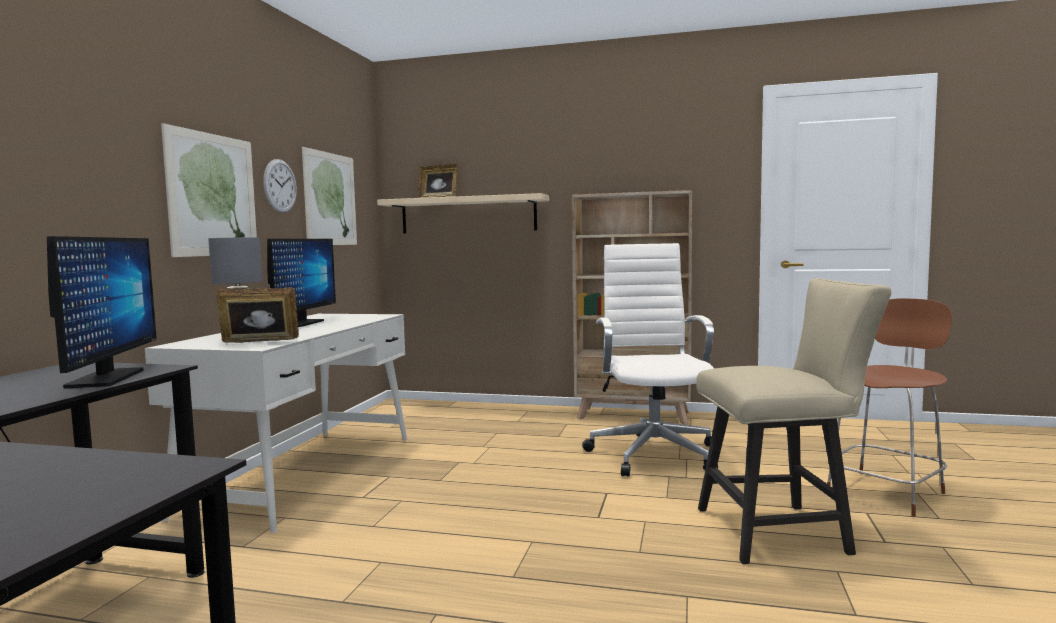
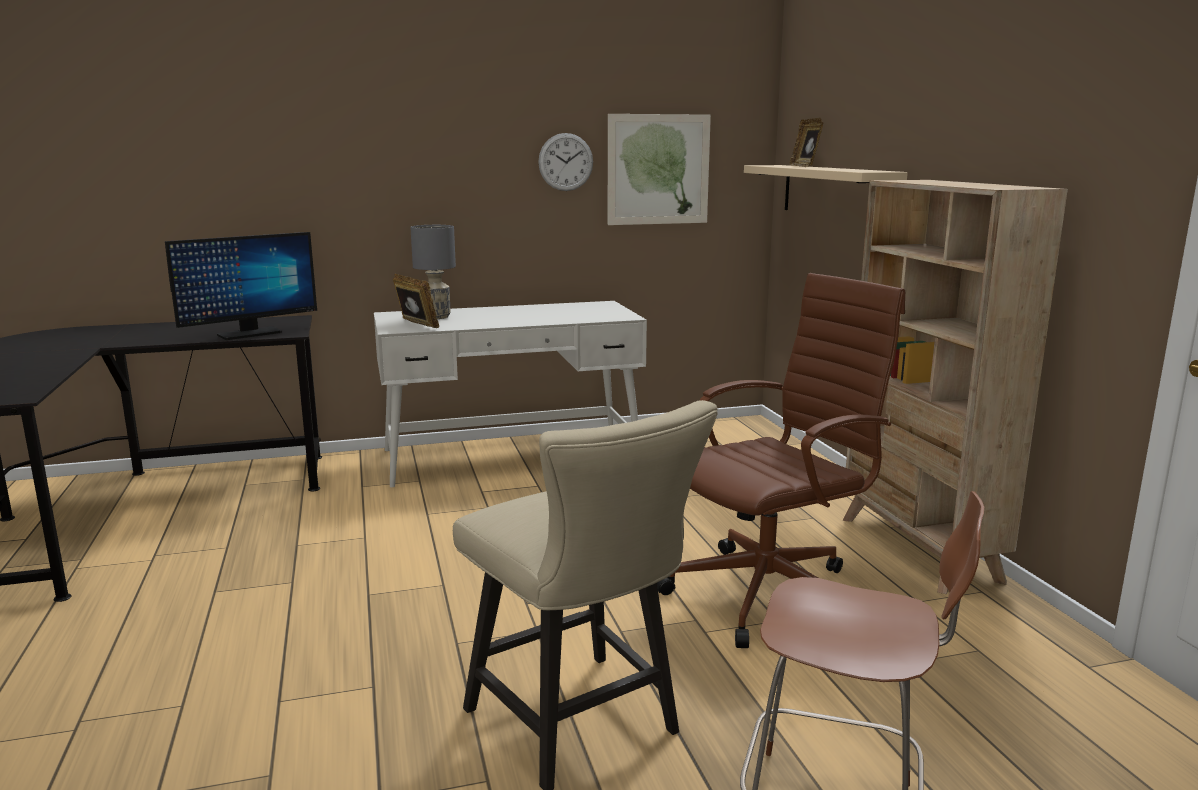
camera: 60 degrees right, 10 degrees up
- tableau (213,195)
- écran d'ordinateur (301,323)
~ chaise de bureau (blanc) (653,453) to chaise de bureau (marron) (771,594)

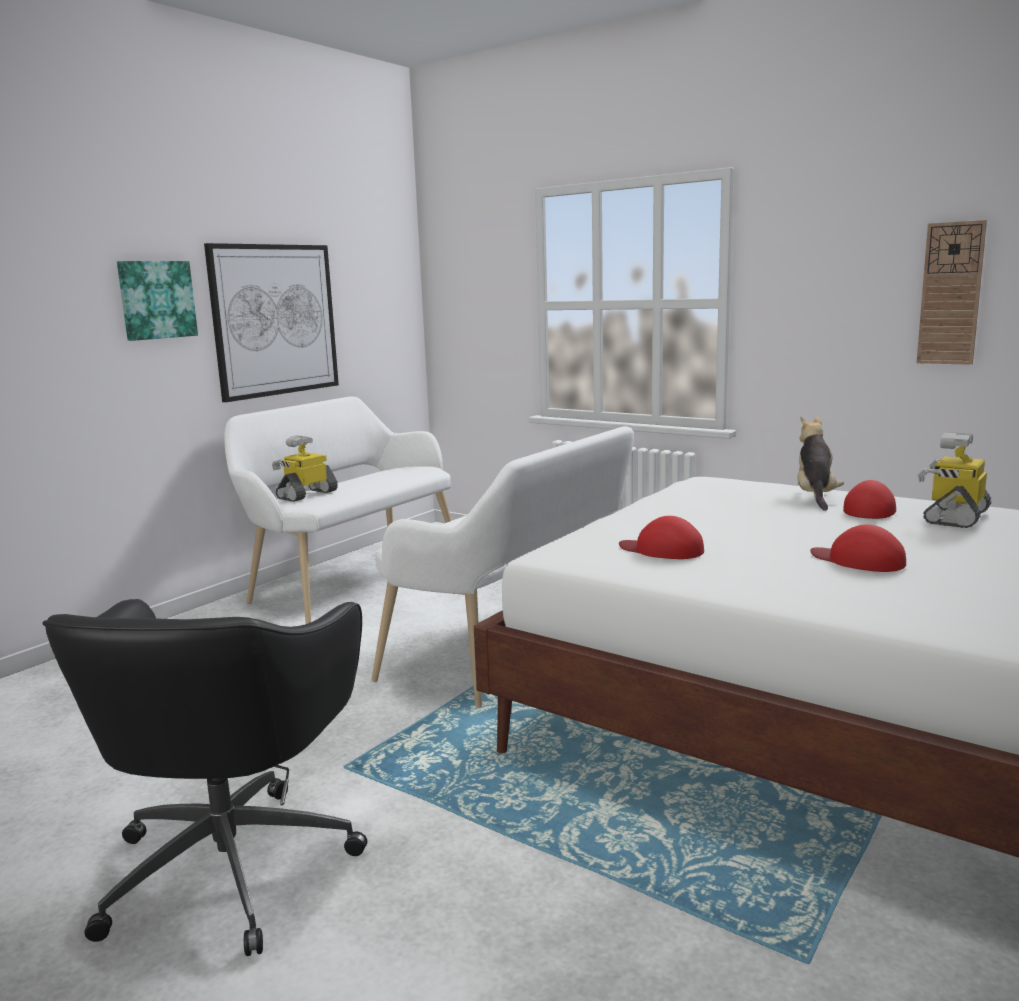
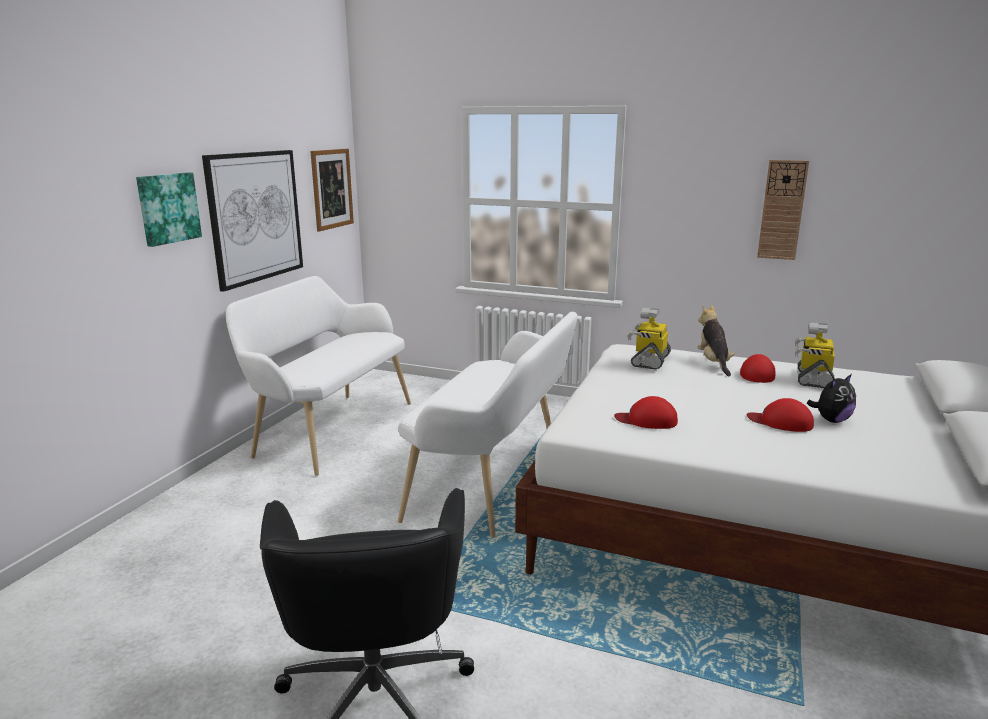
camera: 15 degrees left, 5 degrees up
~ robot jouet (307,495) to (649,360)
+ tableau (332,189)
+ peluche (831,420)

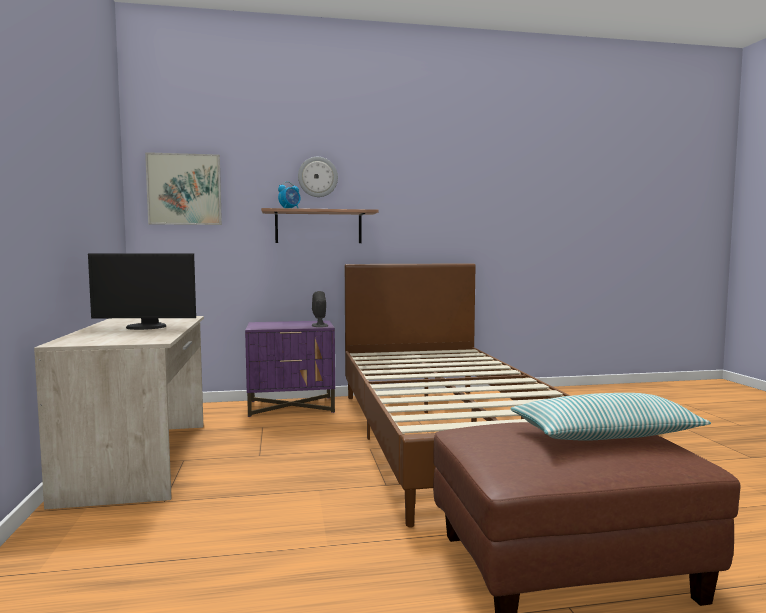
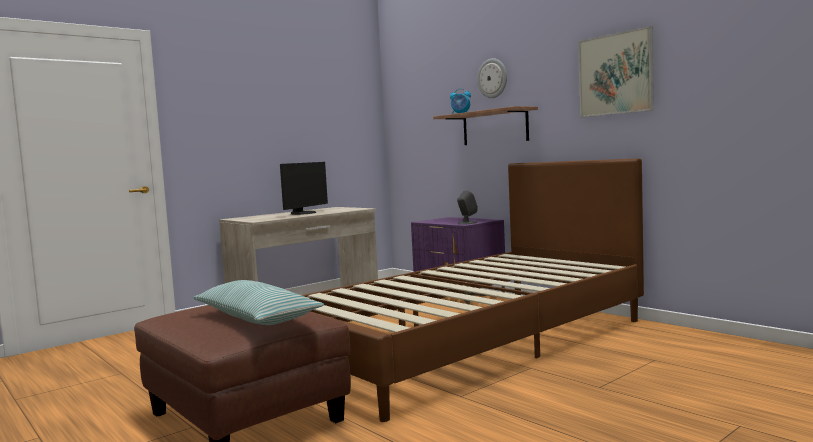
camera: 60 degrees right, 0 degrees up
~ écran d'ordinateur (145,327) = (304,213) 120 degrees counterclockwise
~ tableau (184,189) to (615,74)

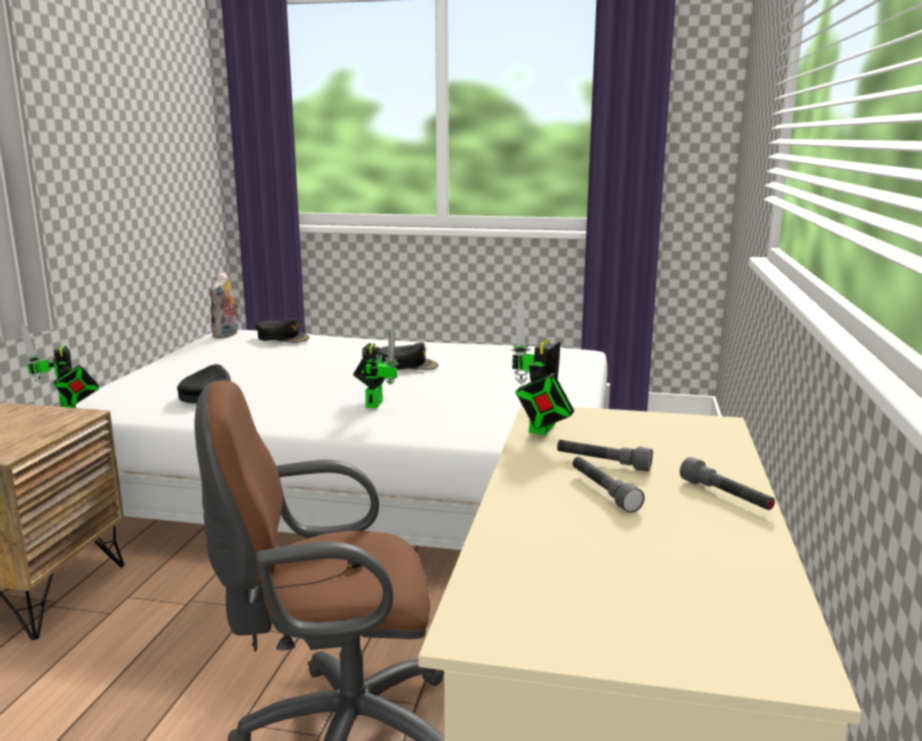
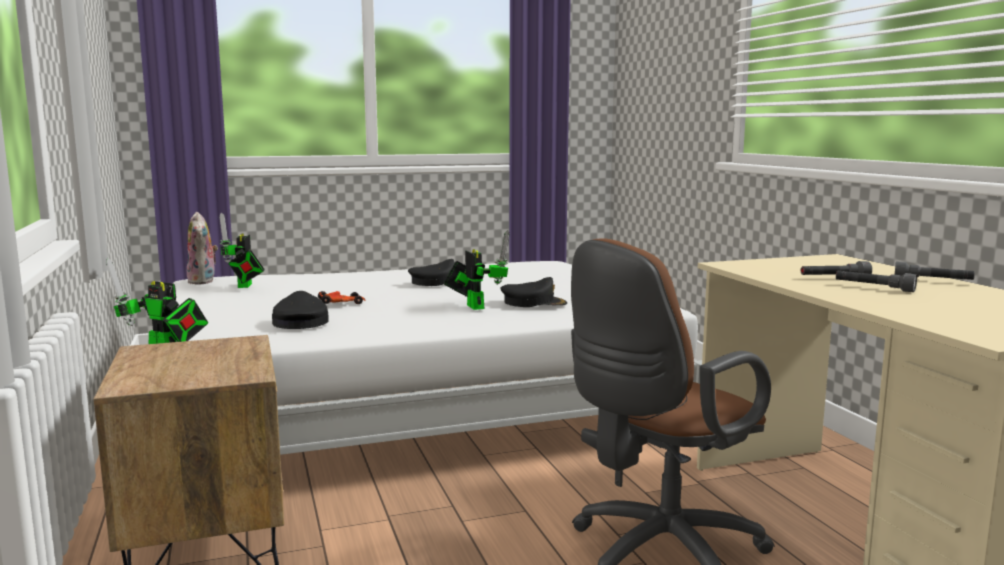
camera: 30 degrees left, 5 degrees down
~ casquette (noir) (282,337) to (533,302)
~ robot jouet (540,430) to (244,286)
+ petite voiture (342,303)

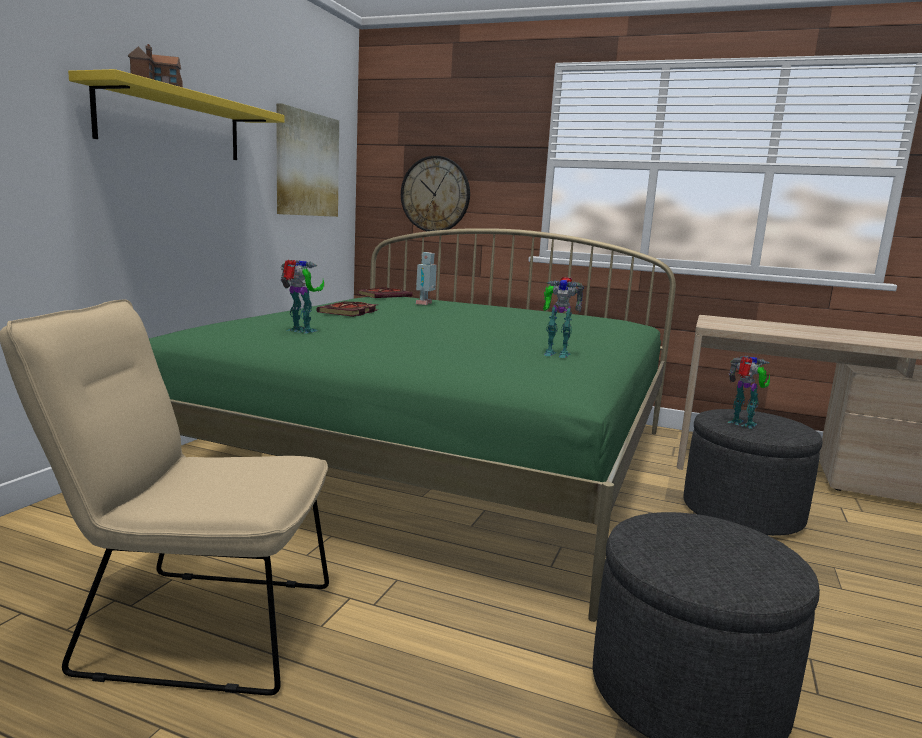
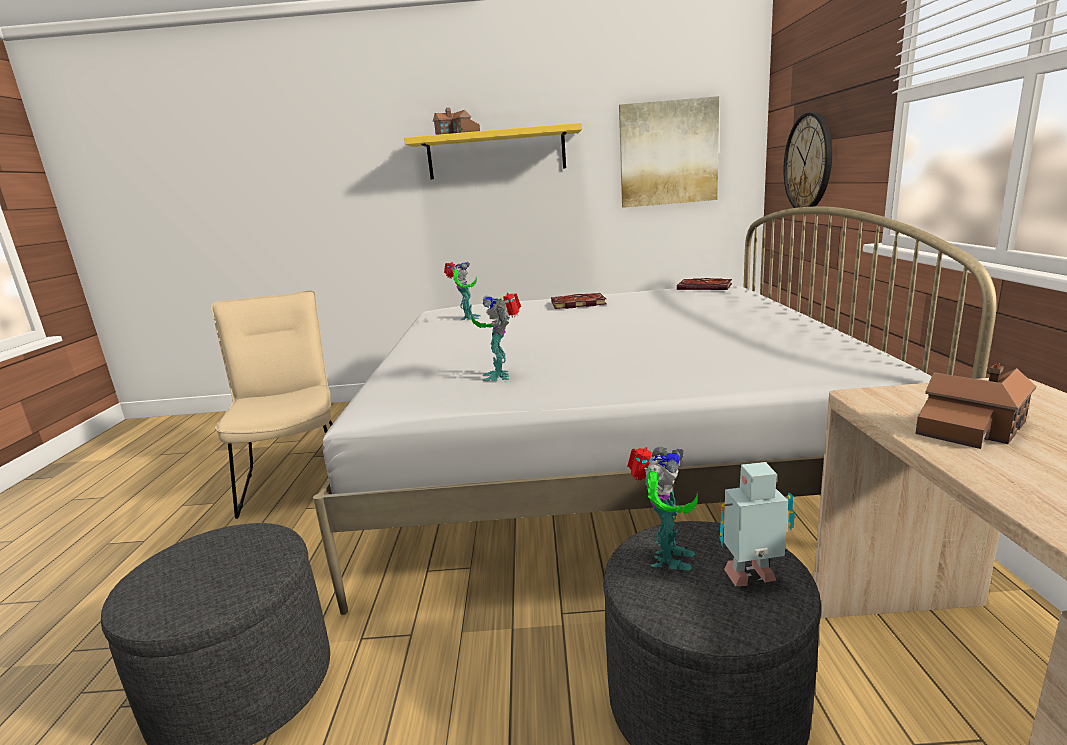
camera: 70 degrees right, 5 degrees up
~ lit (vert) (439,458) to lit (blanc) (606,461)
~ robot jouet (425,304) to (753,578)
+ maison miniature (972,428)

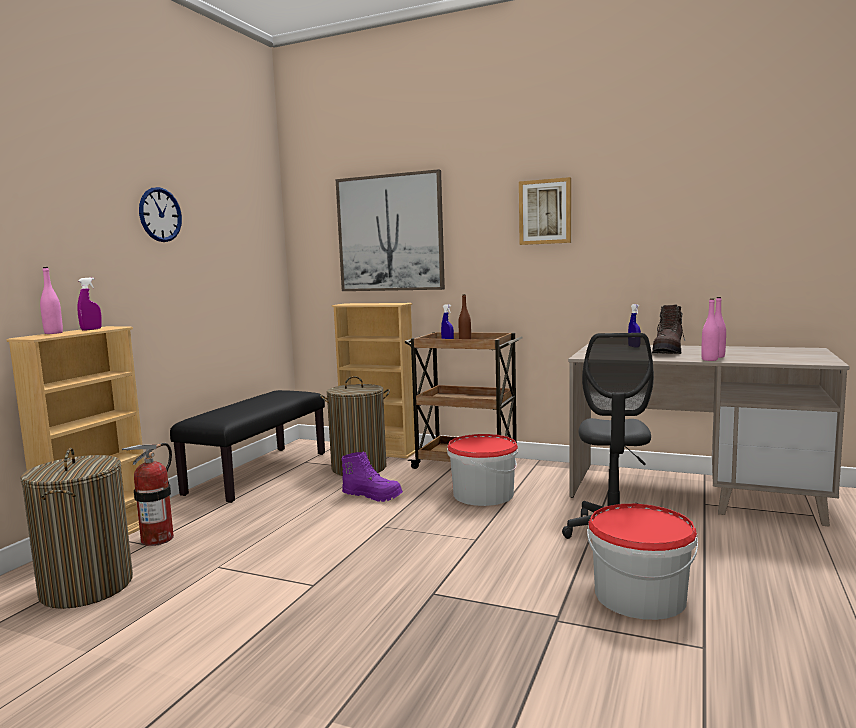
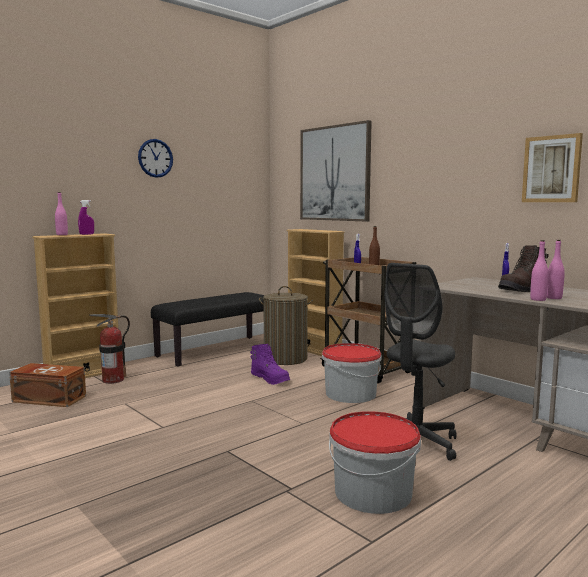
camera: 25 degrees right, 0 degrees up
~ panier à linge (86,587) to boîte de rangement (marron) (49,398)
~ tableau (545,212) to (552,169)

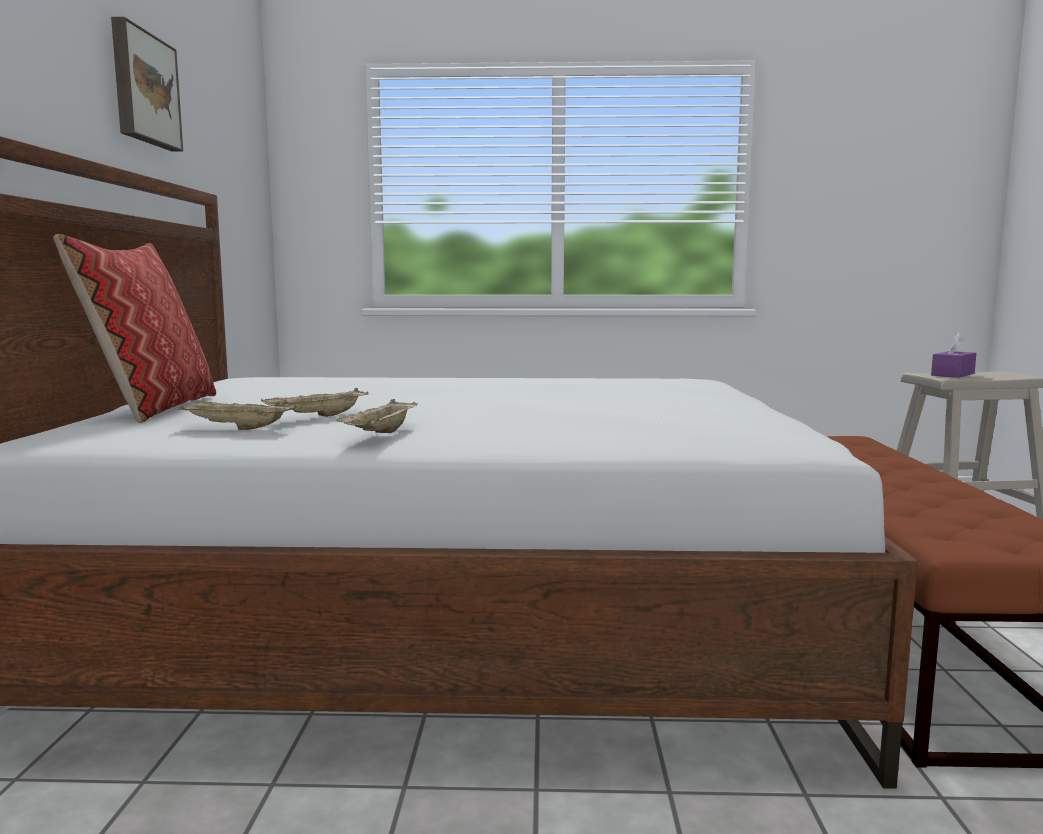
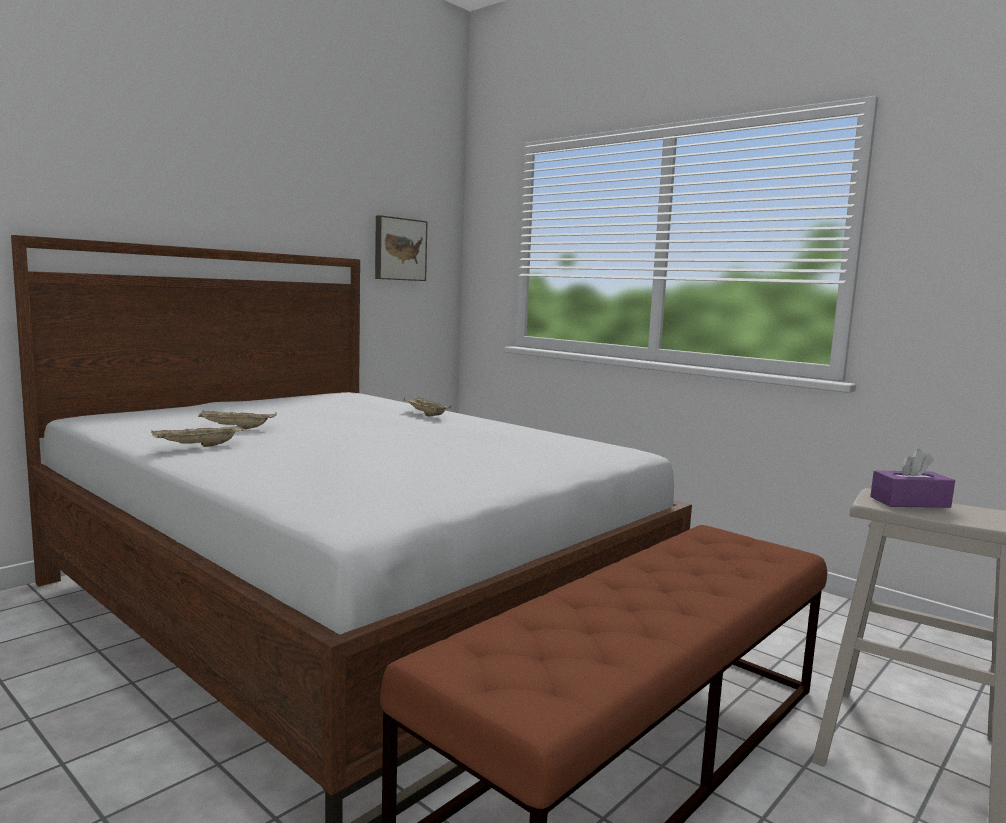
camera: 40 degrees right, 0 degrees up
- coussin (153,408)
~ tableau (143,89) to (399,249)
~ plateau (beige) (236,428) to (425,414)

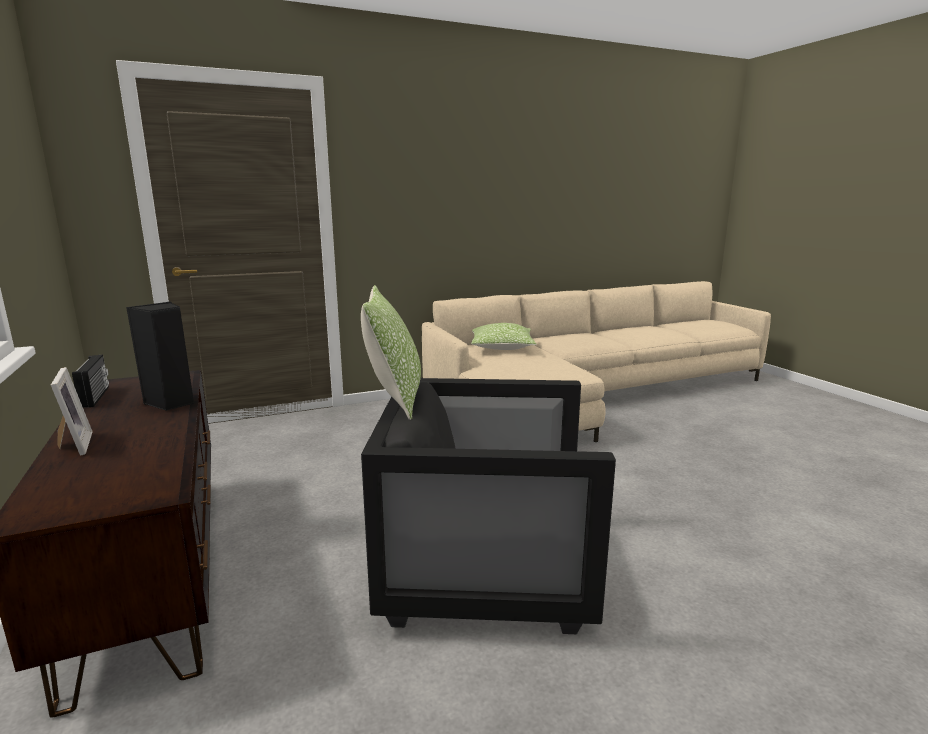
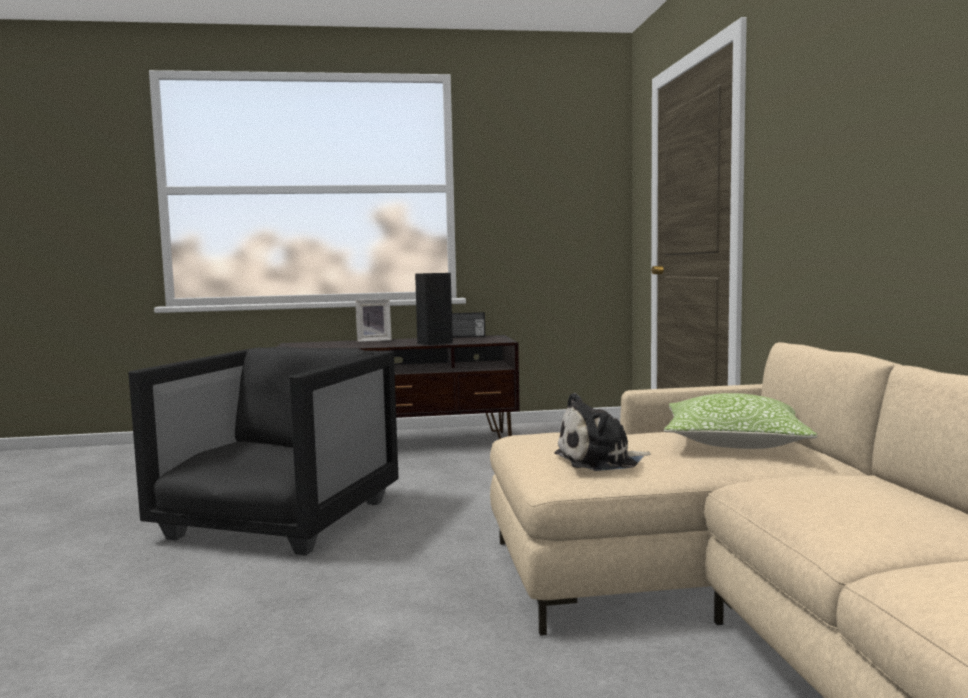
camera: 105 degrees right, 10 degrees down
- coussin (394,399)
+ peluche (601,461)

